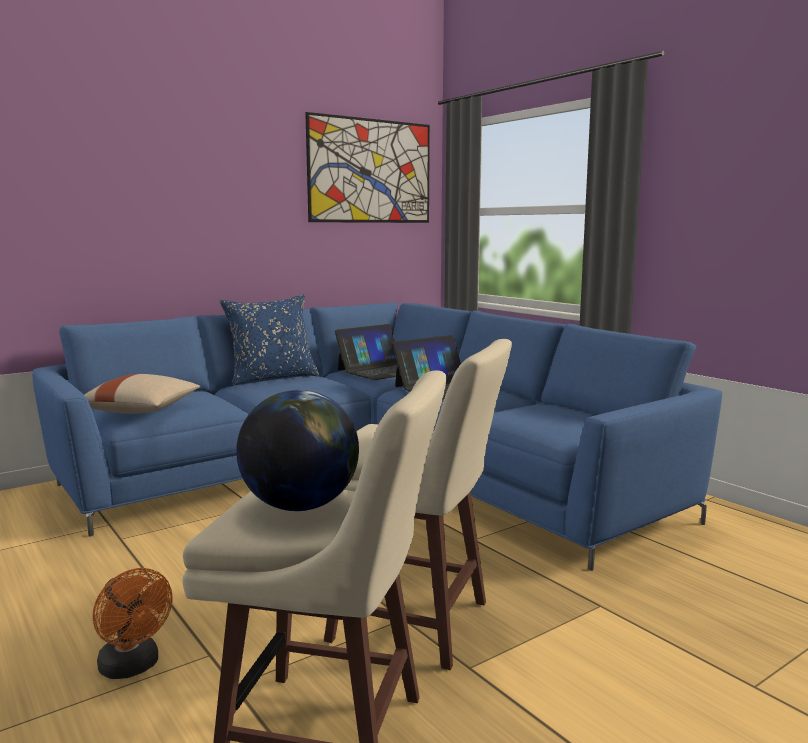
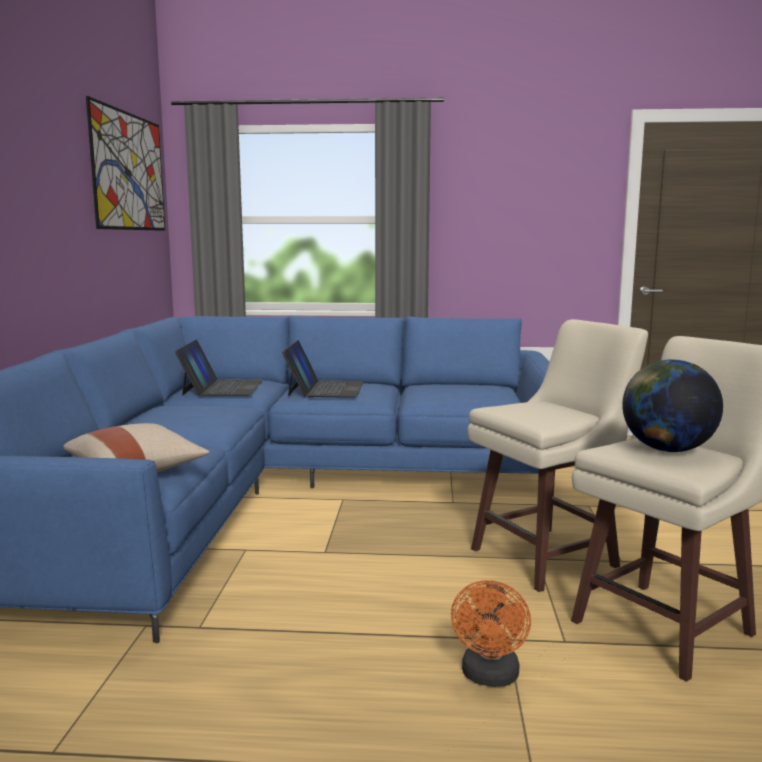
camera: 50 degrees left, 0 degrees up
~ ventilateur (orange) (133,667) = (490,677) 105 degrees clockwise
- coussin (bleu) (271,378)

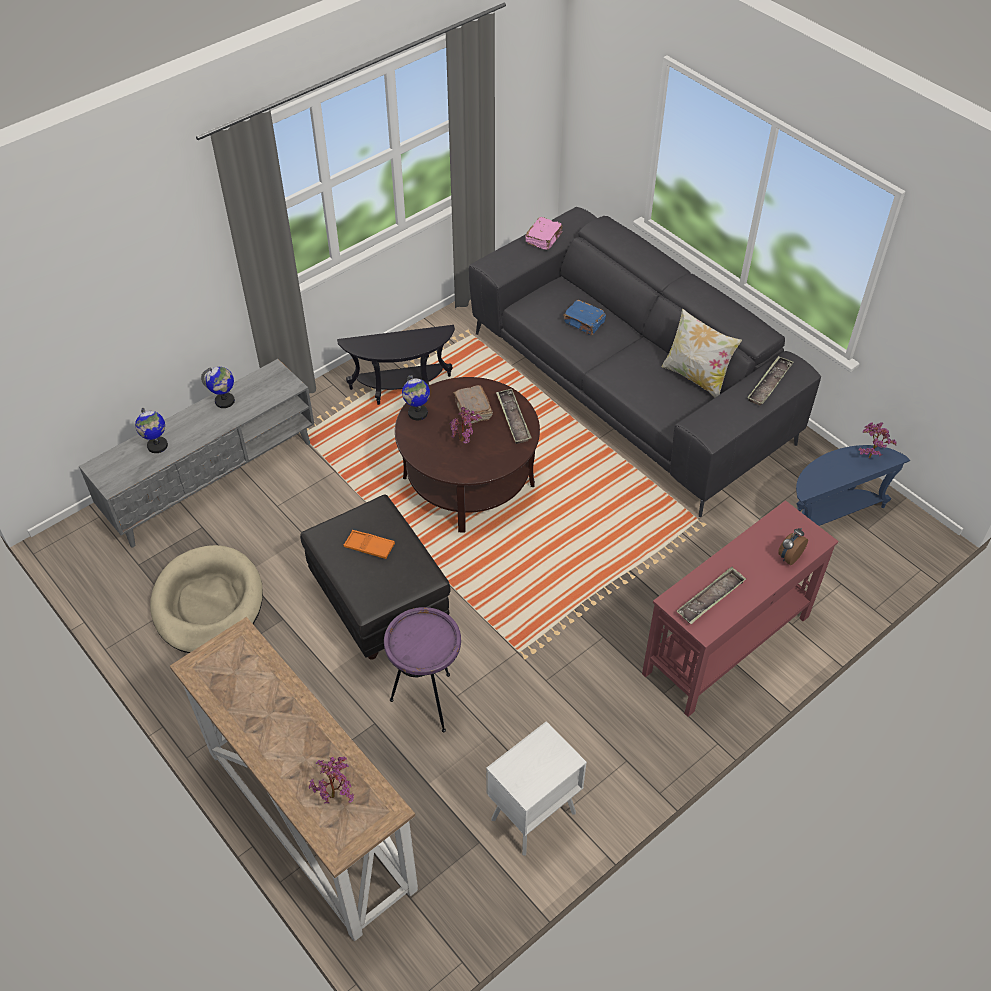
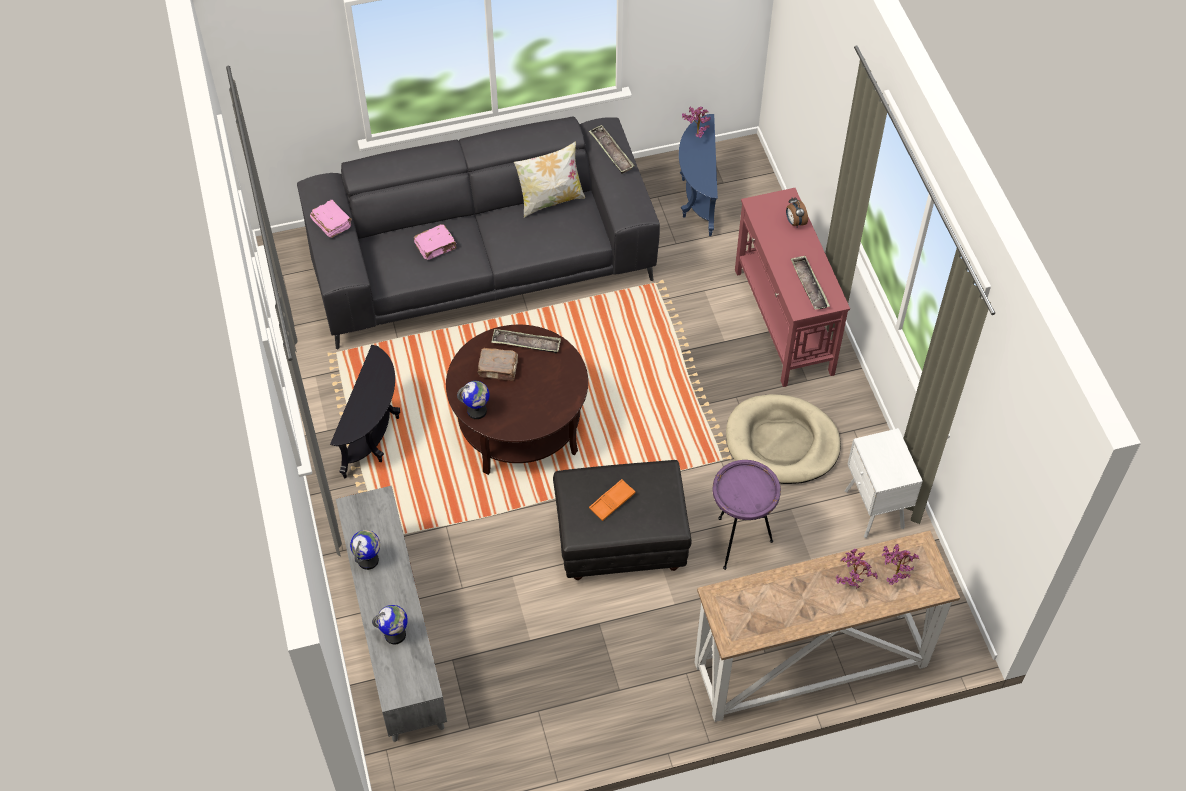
camera: 65 degrees left, 5 degrees up
~ panier pour chien (beige) (208,603) to (781,443)
~ plante en pot (464,440) to (851,581)
~ livre (bleu) (584,323) to livre (rose) (436,247)

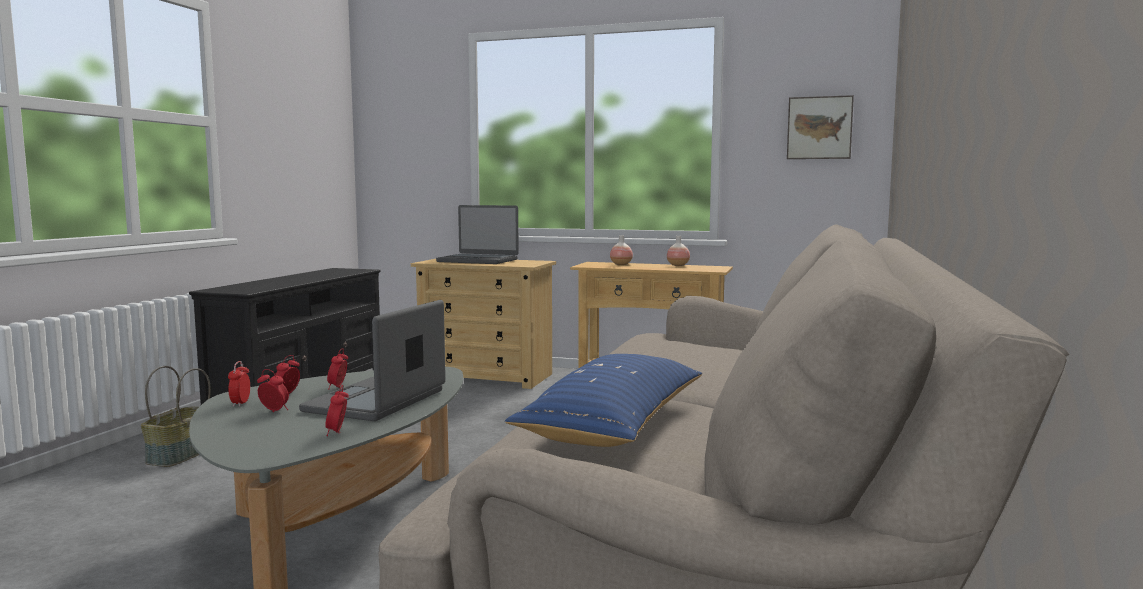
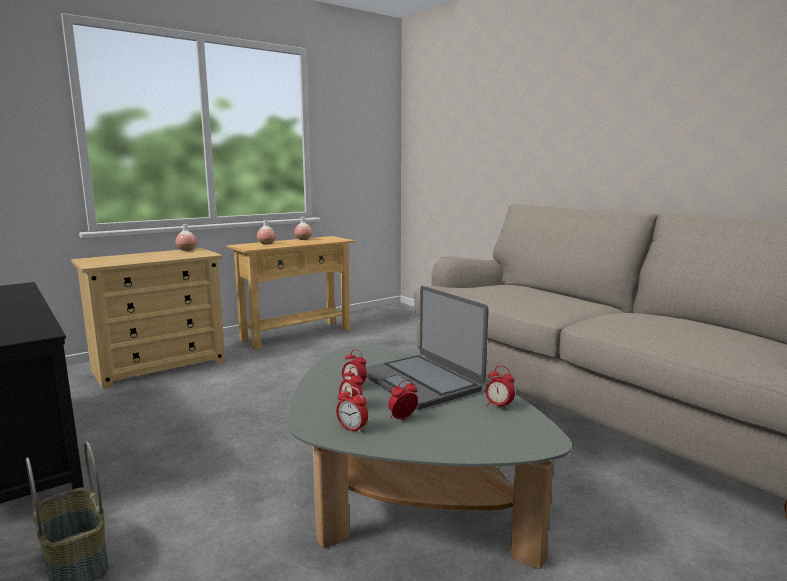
camera: 55 degrees left, 5 degrees up
- ordinateur portable (478,260)
- coussin (bleu) (614,424)
- tableau (819,128)
+ vase (187,250)

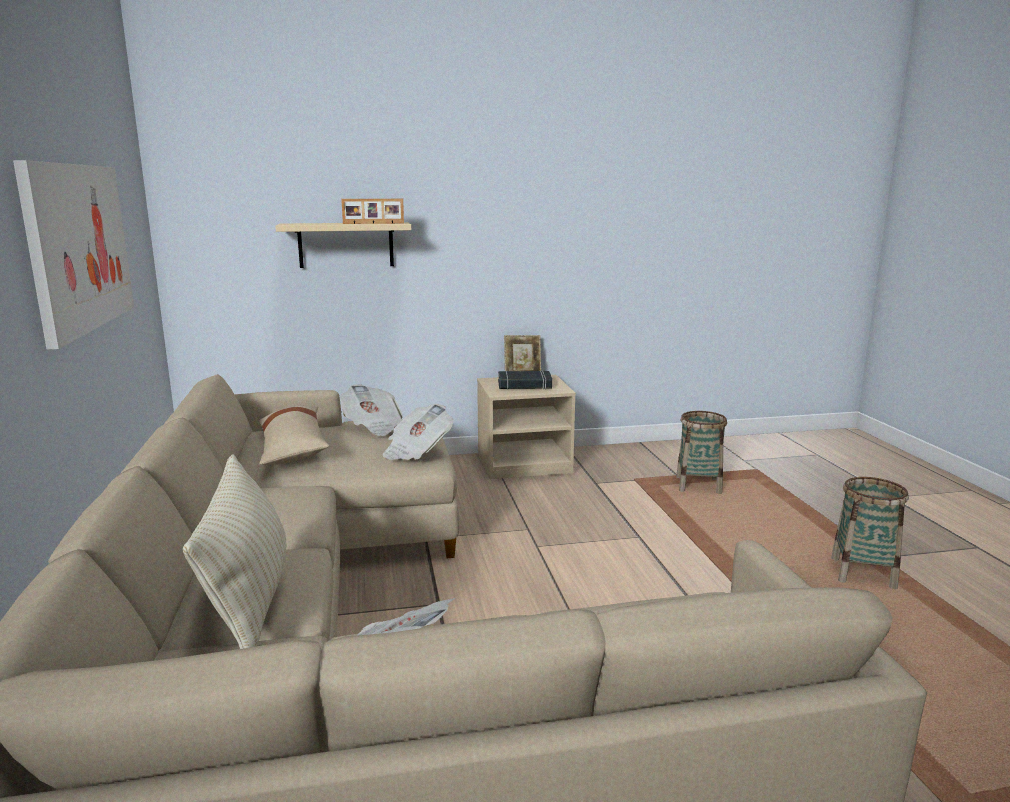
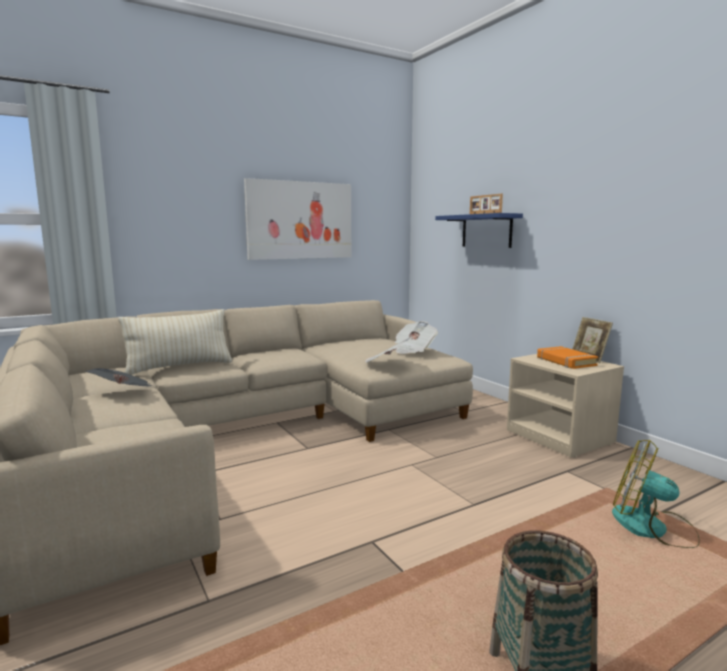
camera: 70 degrees right, 5 degrees down
- coussin (beige) (292,448)
~ étagère (beige) (346,245) to étagère (bleu) (486,231)
~ livre (noir) (524,385) to livre (orange) (565,361)
~ panier (698,485) to ventilateur (652,528)

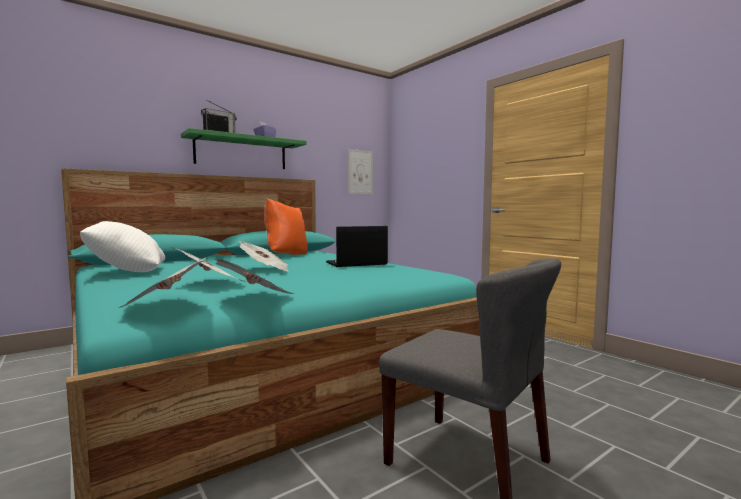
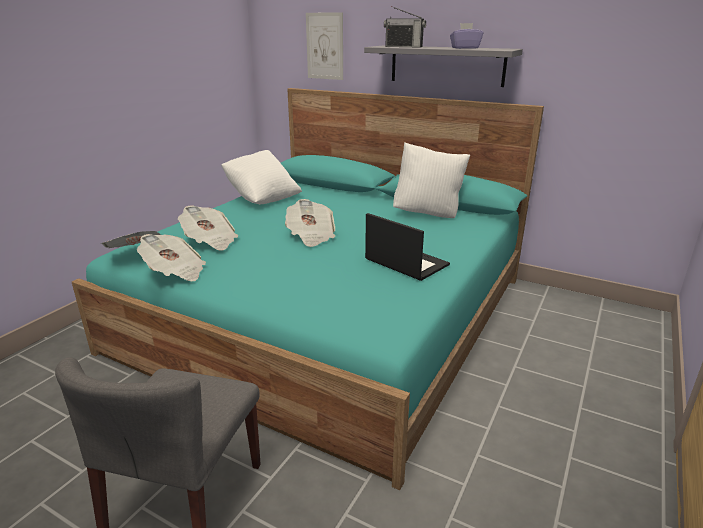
camera: 65 degrees right, 20 degrees up
~ étagère (vert) (241,153) to étagère (gris) (446,65)
~ coussin (orange) (286,255) to coussin (blanc) (428,213)
~ tableau (360,172) to (325,46)

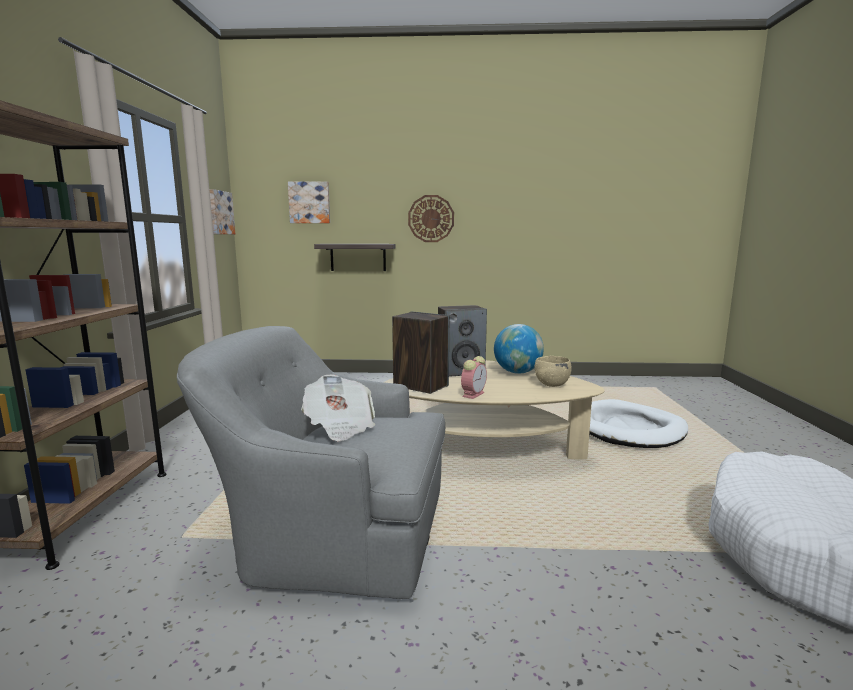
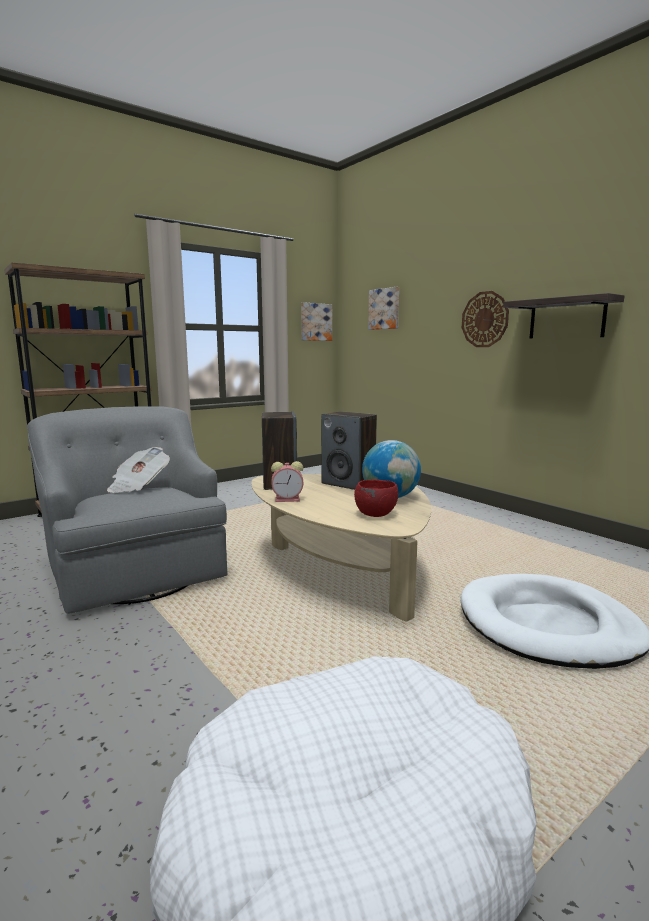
camera: 50 degrees right, 0 degrees up
~ étagère (358,257) to (566,318)
~ bol (beige) (551,385) to bol (rouge) (375,514)

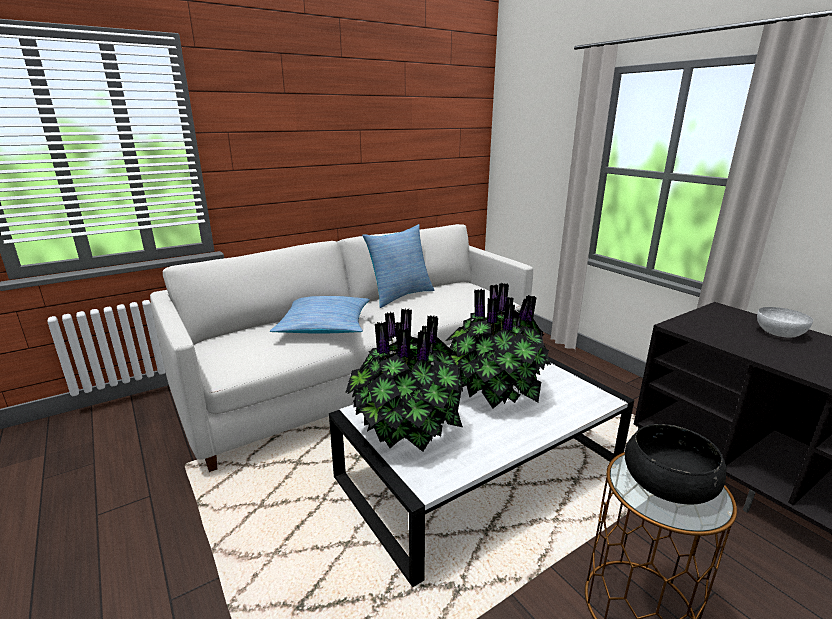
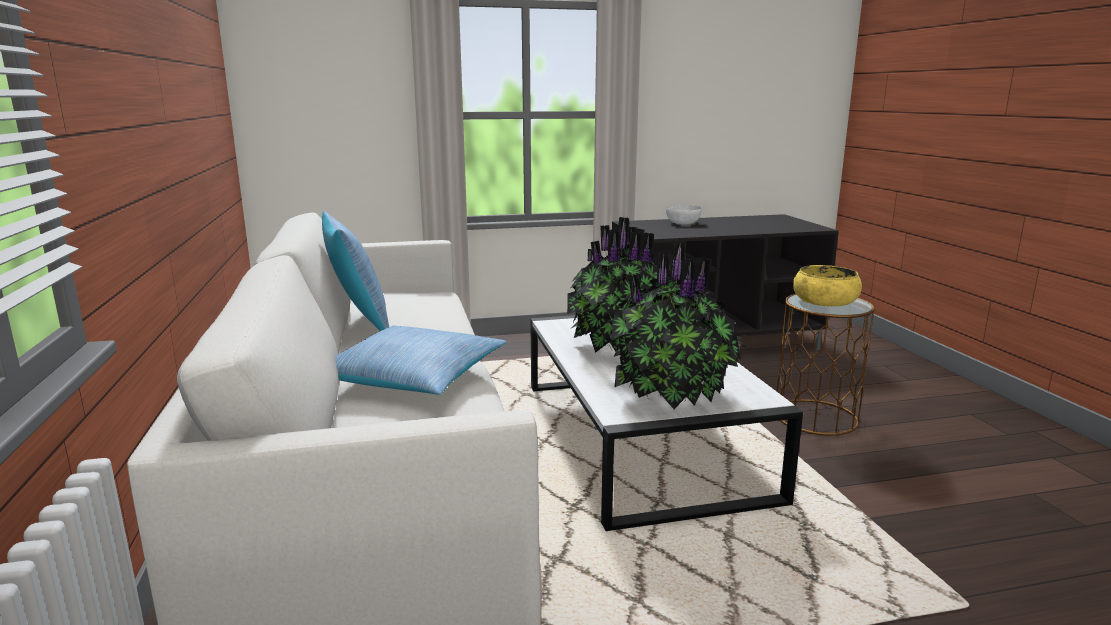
camera: 70 degrees left, 5 degrees down
~ bol (noir) (668,481) to bol (jaune) (824,301)

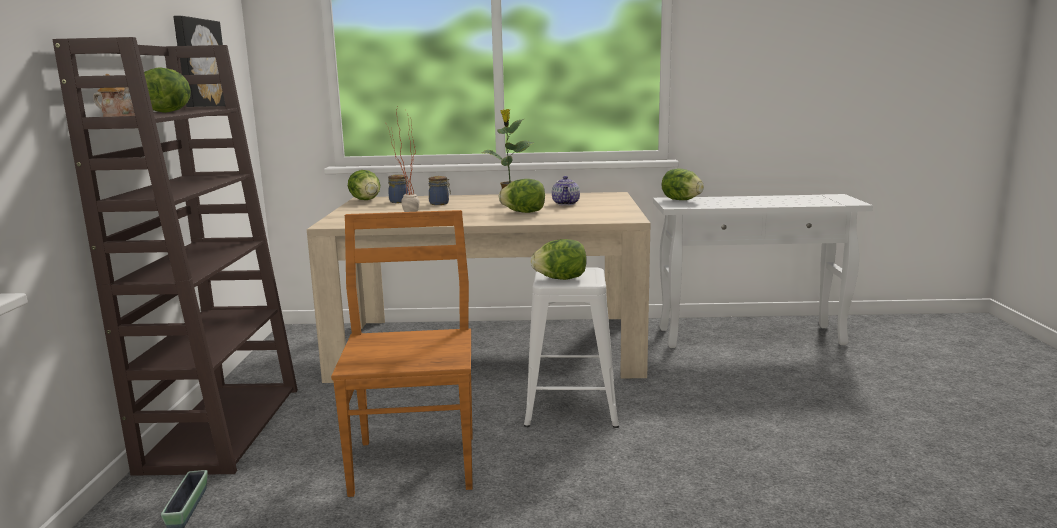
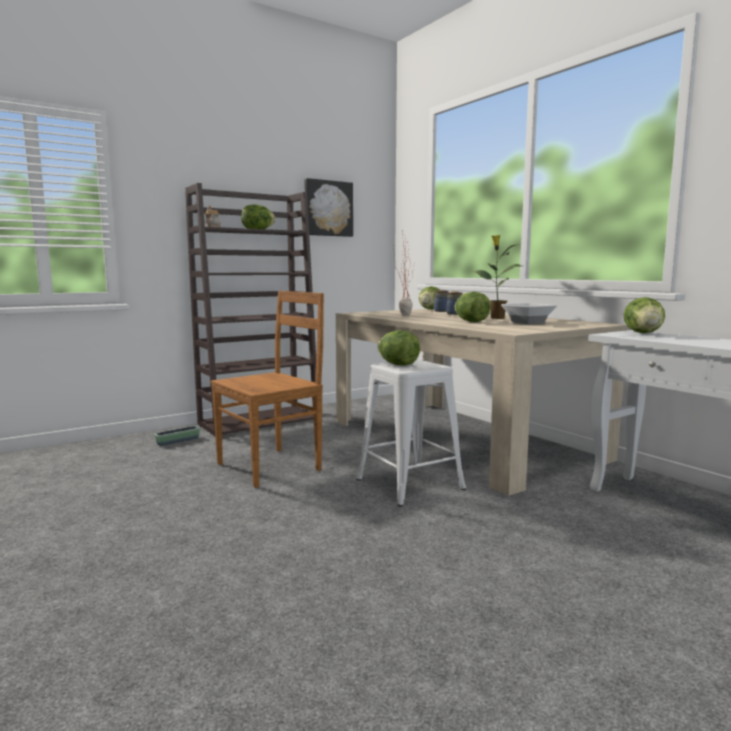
camera: 55 degrees right, 5 degrees down
~ théière (566,204) to bol (528,322)

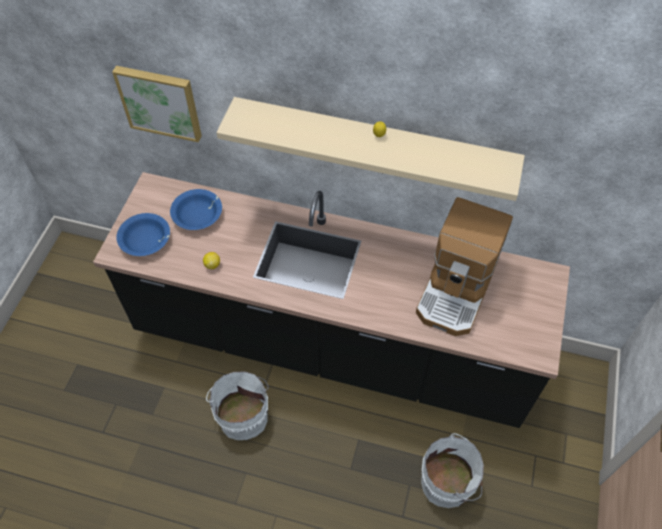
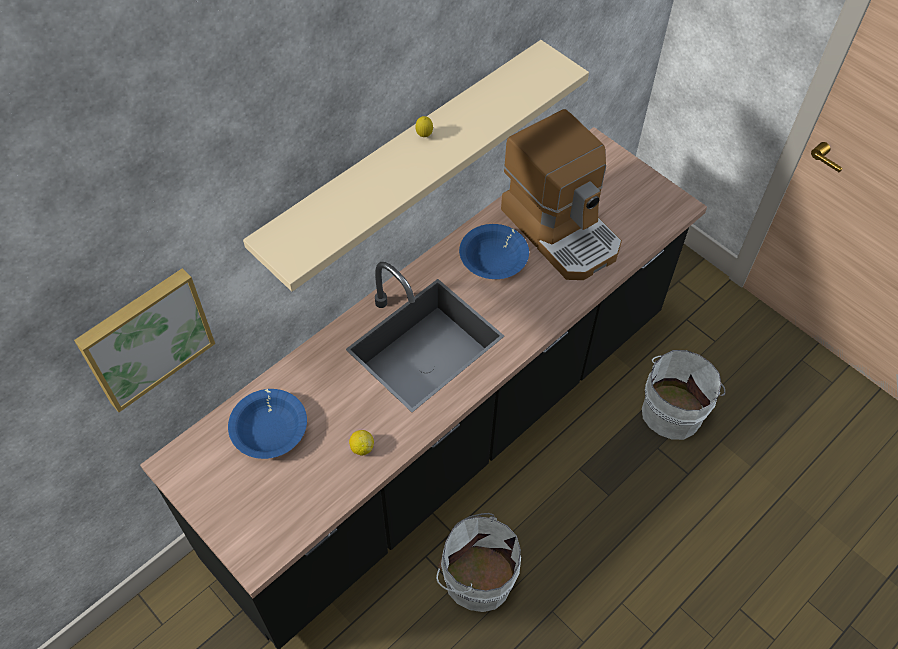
camera: 60 degrees left, 0 degrees up
~ bol (bleu) (145,240) to (493,259)

